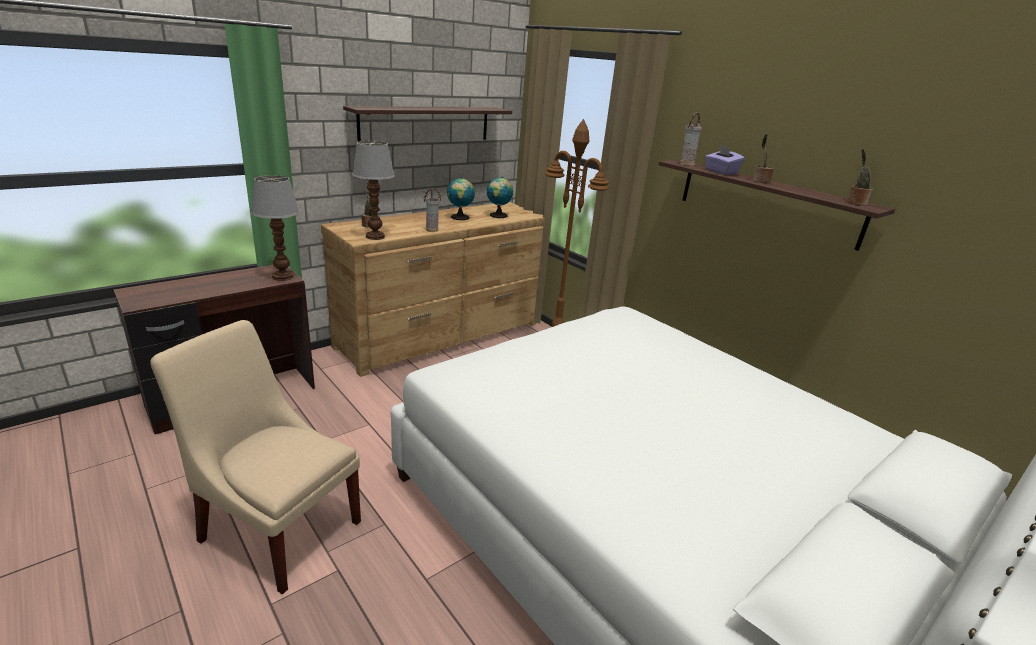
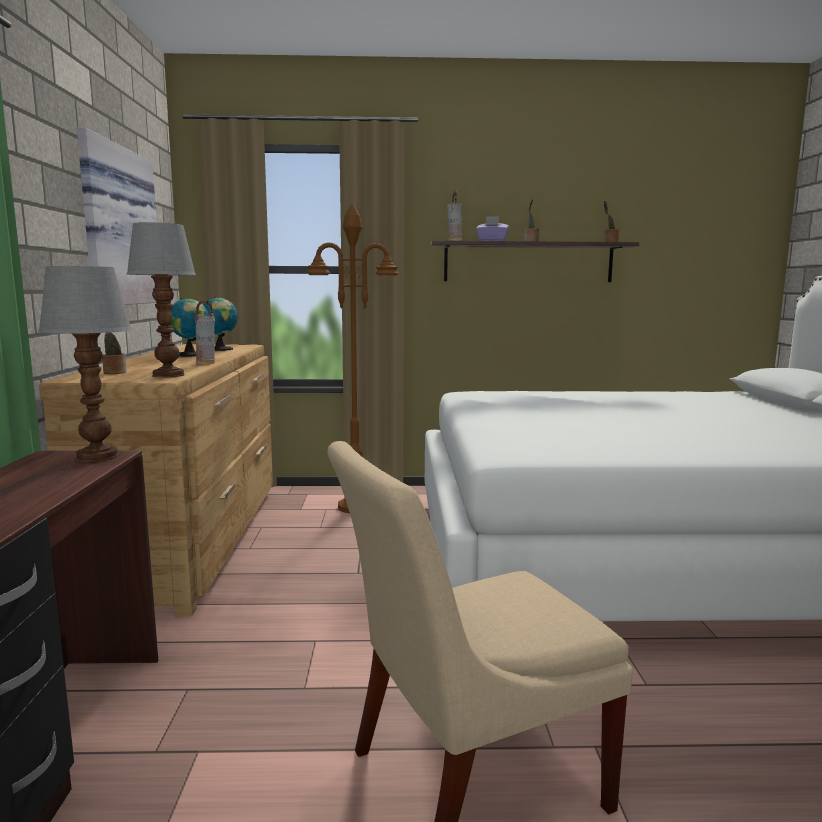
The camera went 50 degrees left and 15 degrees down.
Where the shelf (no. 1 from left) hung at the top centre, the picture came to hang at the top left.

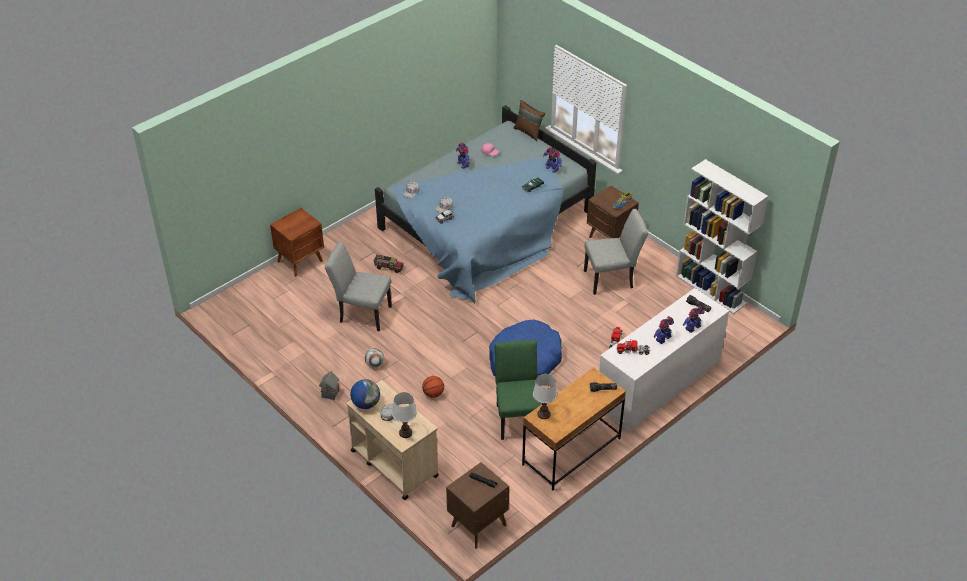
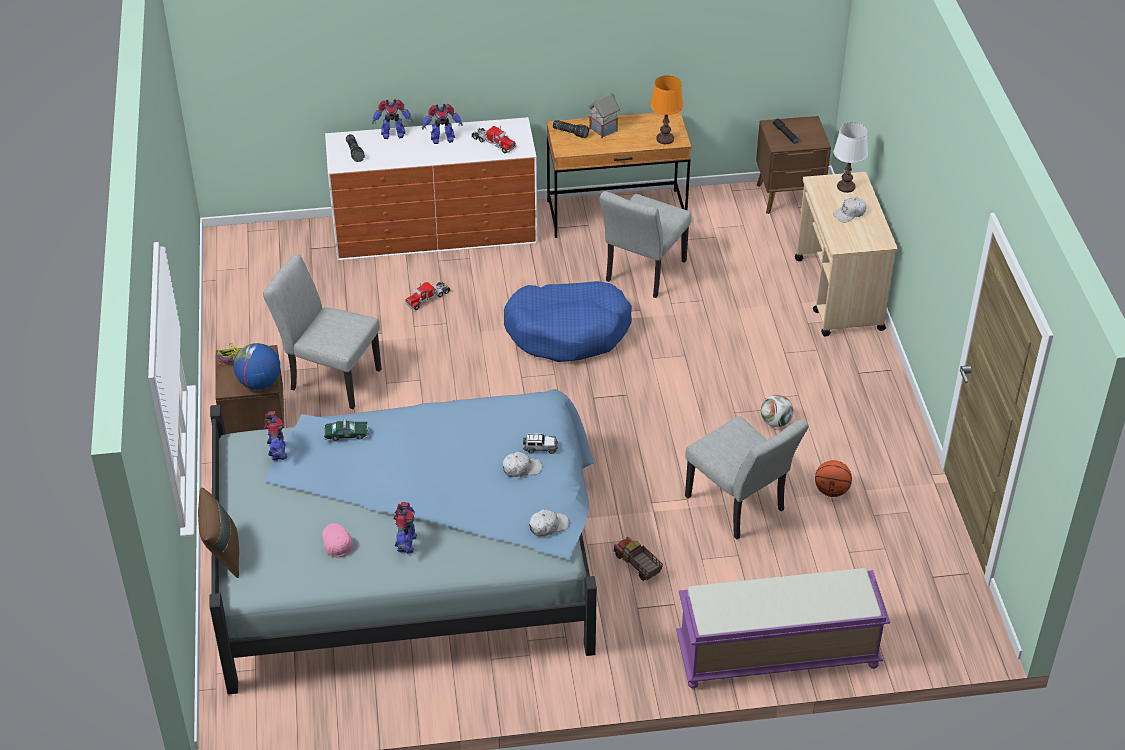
The camera went 145 degrees left and 0 degrees up.
The second view lost the white bookcase at the middle right.
The toy house ended up elsewhere, having gone from the centre to the top centre.
The globe ended up elsewhere, having gone from the bottom centre to the middle left.
The basketball ended up elsewhere, having gone from the centre to the middle right.
Where the brown nightstand (no. 1 from left) stood at the middle left, the purple bench came to stand at the bottom right.
What was the green chair at the bottom centre turned into the grey chair (no. 2 from left) at the top centre.
What was the white table lamp (no. 2 from left) at the bottom centre turned into the orange table lamp at the top centre.

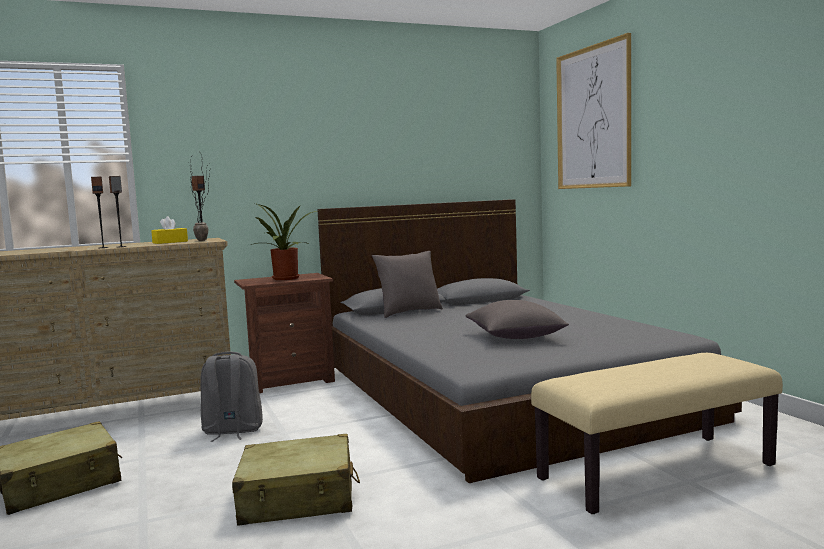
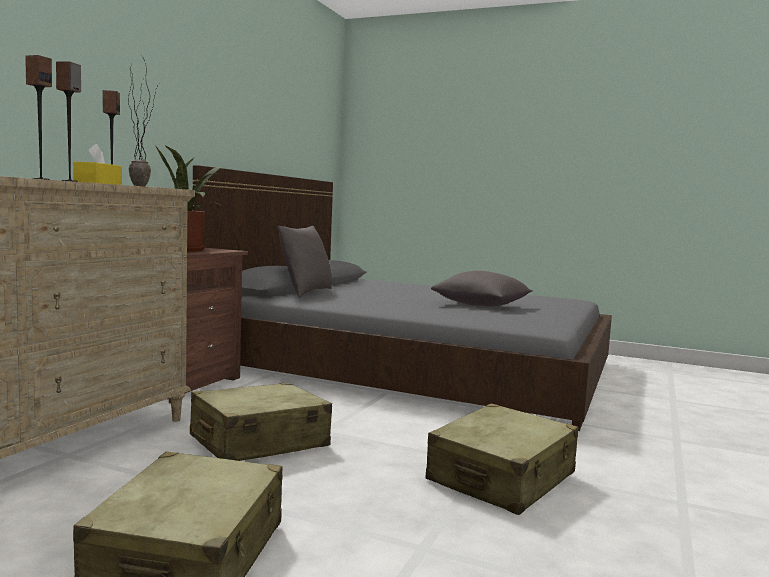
The camera went 45 degrees left and 0 degrees up.
The second view lost the beige bench at the bottom right.
The second view lost the picture at the top right.
Where the grey backpack stood at the bottom left, the beige suitcase (no. 2 from left) came to stand at the bottom centre.

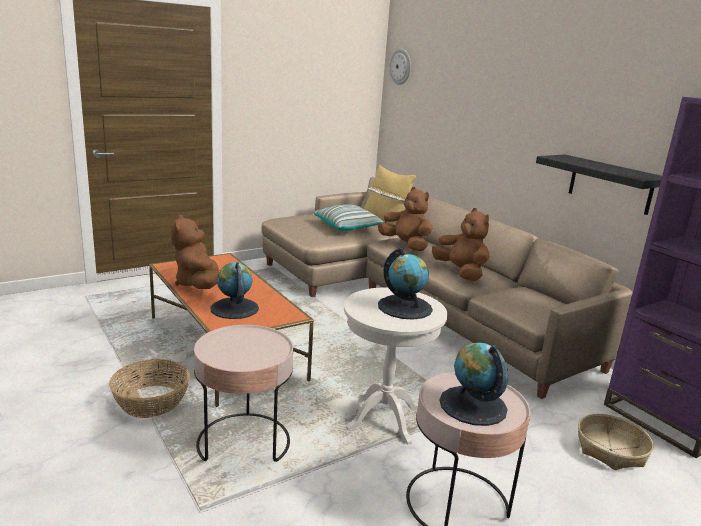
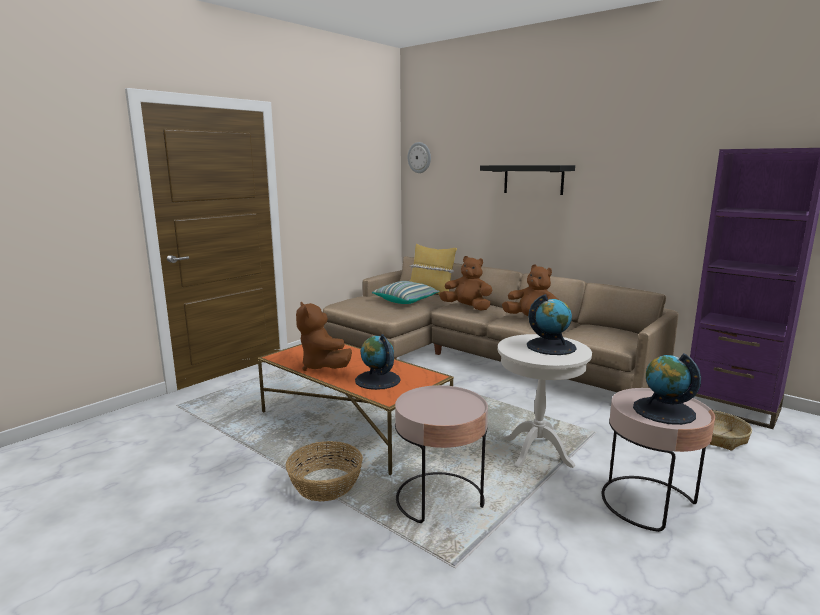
The camera went 15 degrees left and 5 degrees down.
The black shelf ended up elsewhere, having gone from the middle right to the top centre.

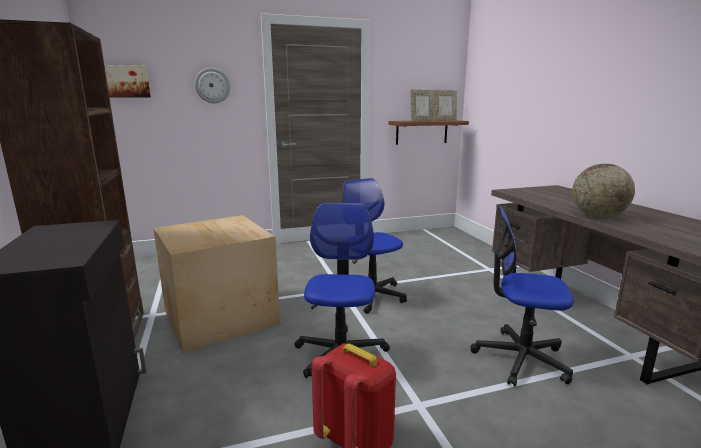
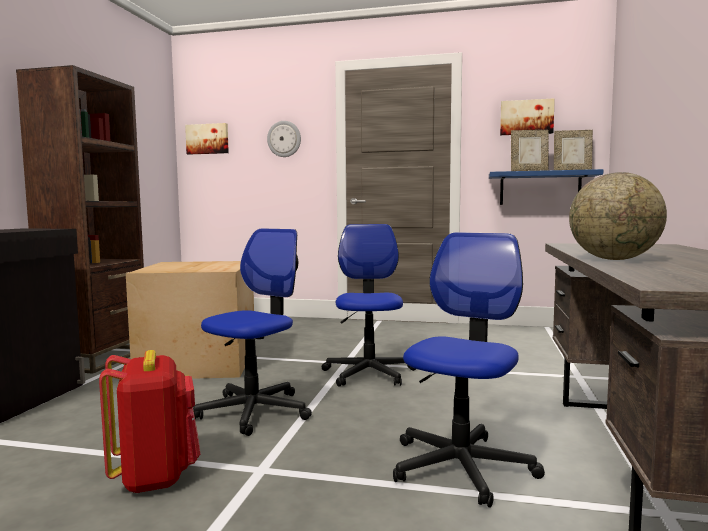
The camera went 30 degrees right and 10 degrees down.
The second view gained the picture (no. 2 from left) at the top right.
What was the brown shelf at the top centre turned into the blue shelf at the middle right.
The office chair (no. 3 from left) at the middle right ended up facing another way, 75 degrees clockwise from before.

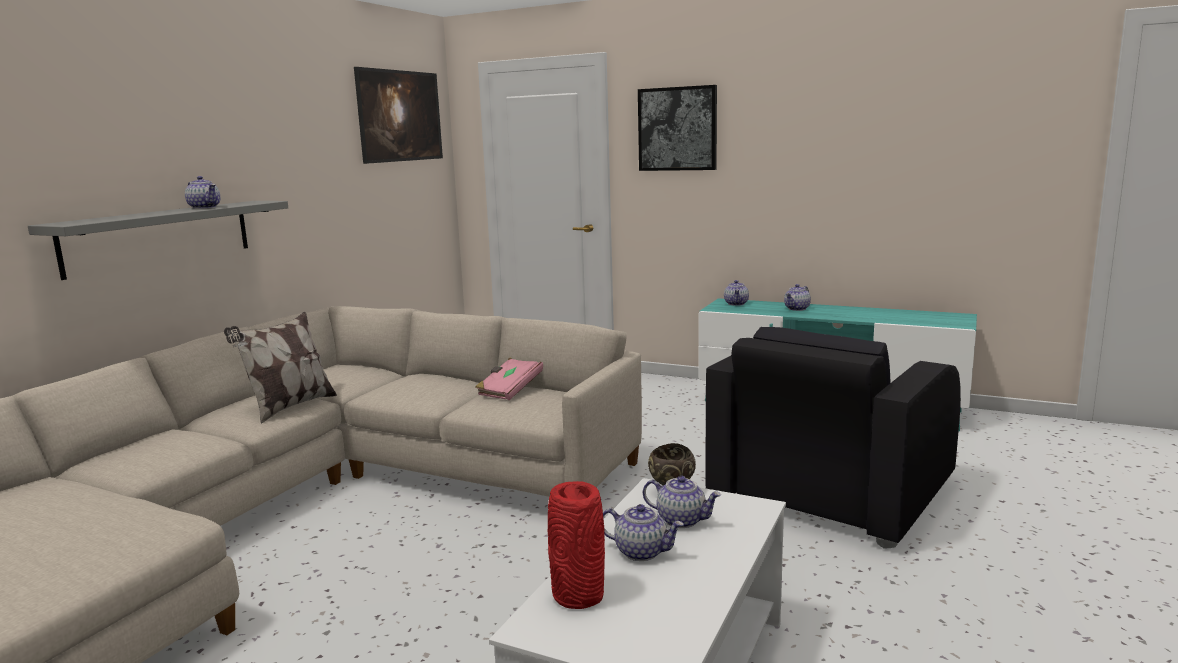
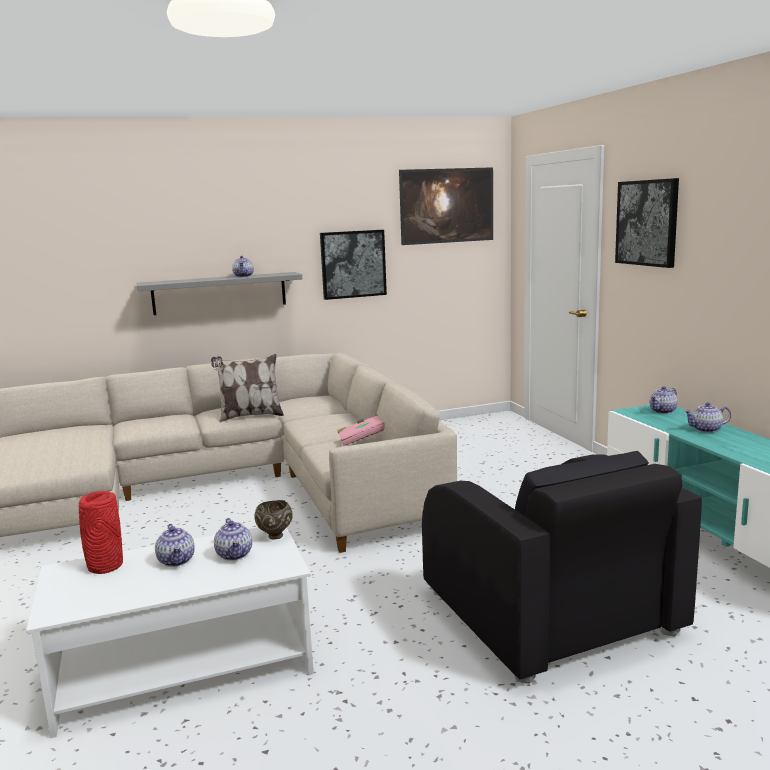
The camera went 45 degrees right and 0 degrees up.
The second view gained the picture (no. 1 from left) at the centre.
The black armchair at the middle right ended up facing another way, 105 degrees counterclockwise from before.

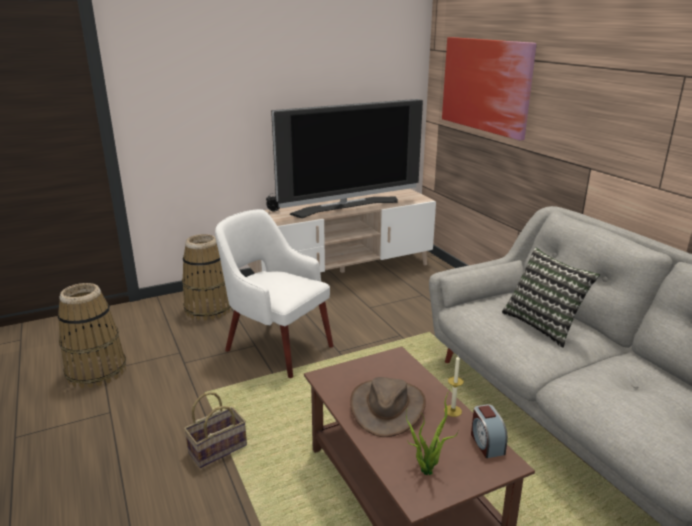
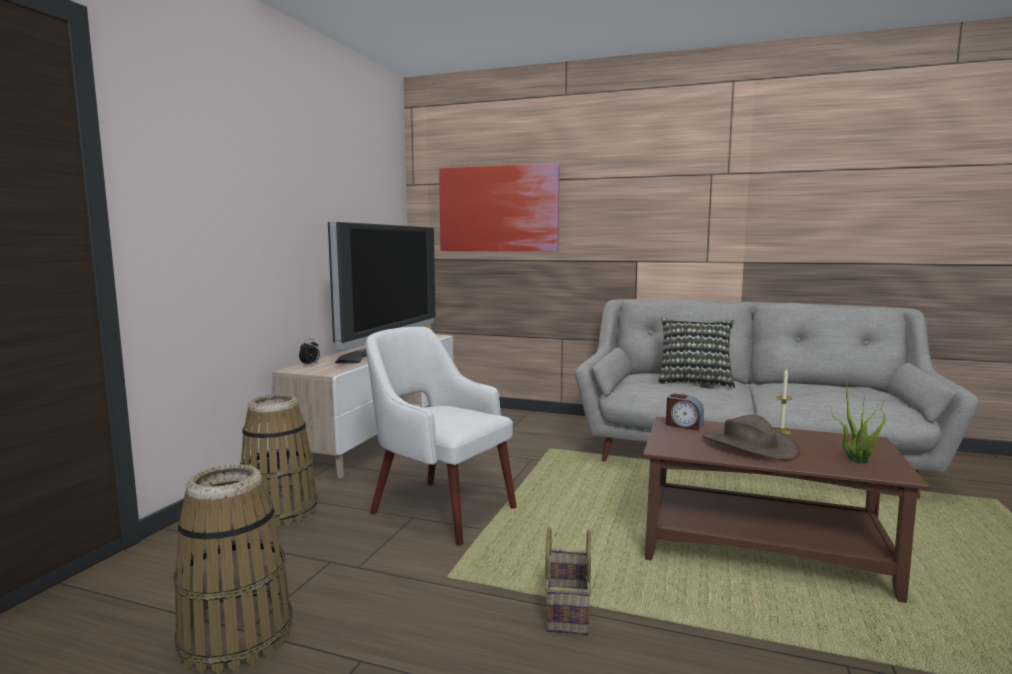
The camera went 45 degrees left and 15 degrees down.
The alarm clock (no. 2 from left) ended up elsewhere, having gone from the bottom right to the middle right.
The white armchair at the centre ended up facing another way, 45 degrees clockwise from before.

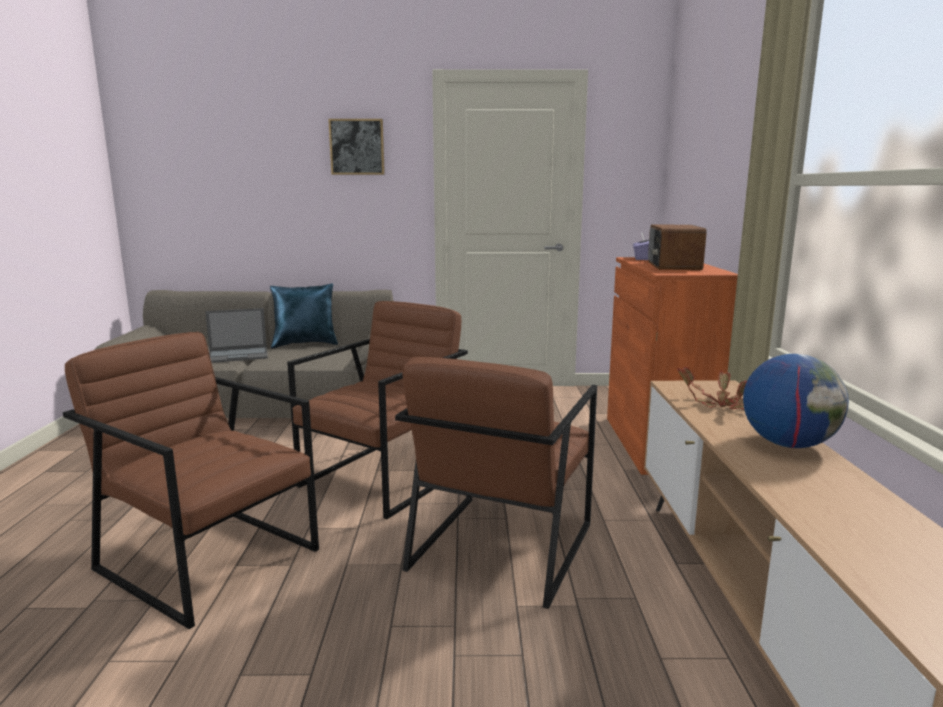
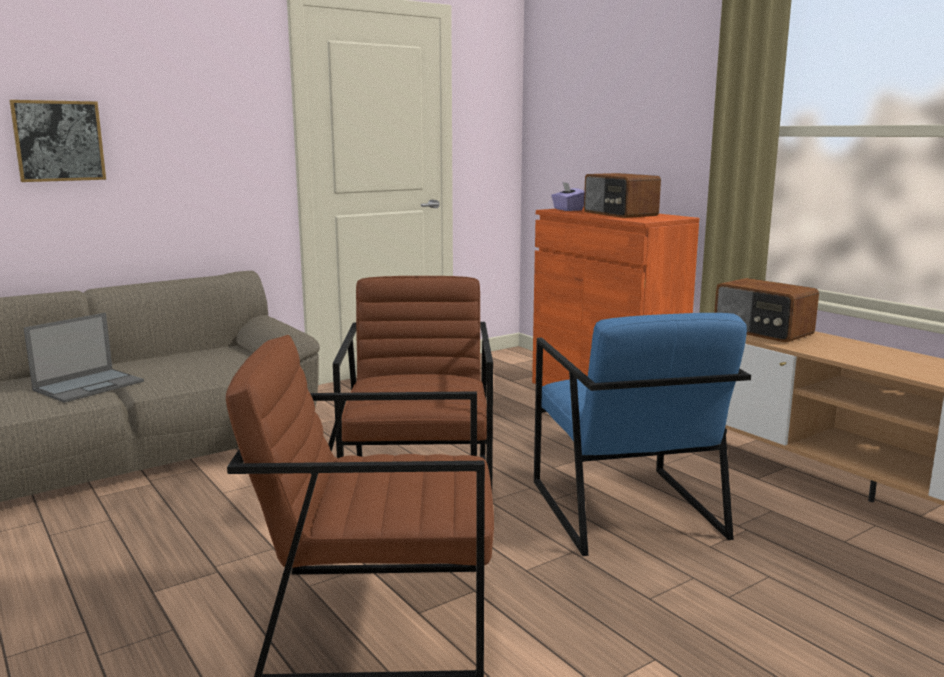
The camera went 35 degrees left and 0 degrees up.
The second view lost the blue pillow at the middle left.
The second view lost the globe at the middle right.
The picture ended up elsewhere, having gone from the top centre to the top left.
Where the potted plant stood at the middle right, the radio (no. 2 from left) came to stand at the middle right.
What was the brown armchair (no. 3 from left) at the bottom centre turned into the blue armchair at the middle right.

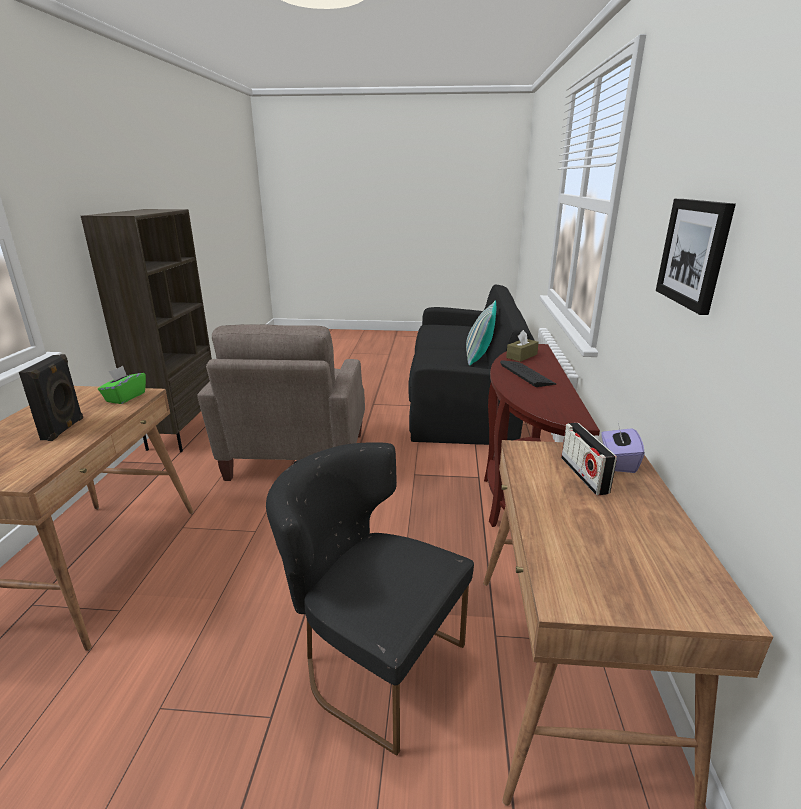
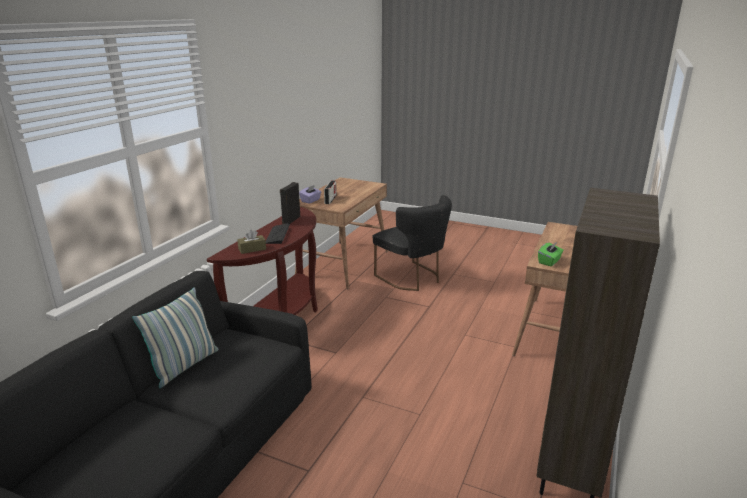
The camera went 160 degrees left and 0 degrees up.
The second view lost the beige armchair at the centre.
The second view lost the picture at the top right.
The black speaker ended up elsewhere, having gone from the middle left to the centre.

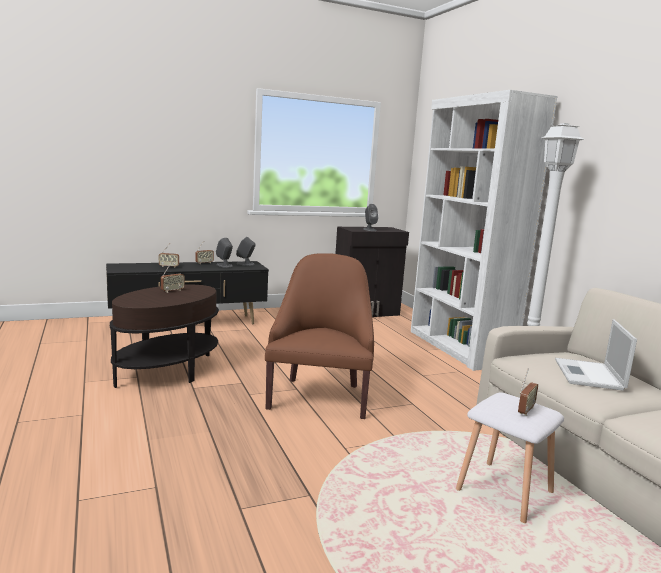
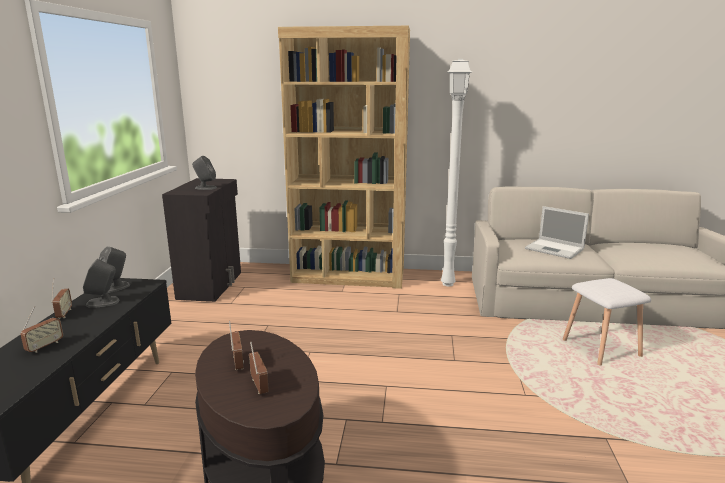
The camera went 60 degrees left and 5 degrees up.
The second view lost the brown armchair at the centre.
The radio (no. 4 from left) ended up elsewhere, having gone from the bottom right to the bottom centre.
What was the white bookcase at the middle right turned into the brown bookcase at the top centre.

